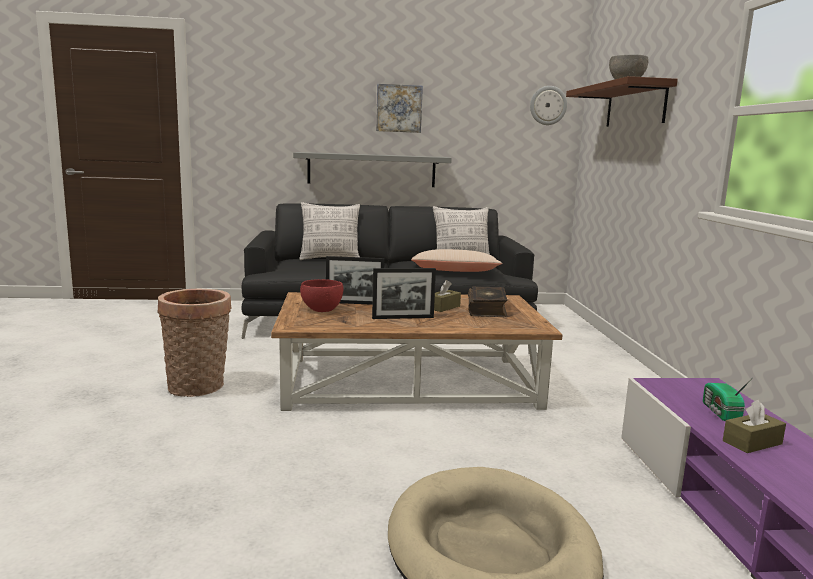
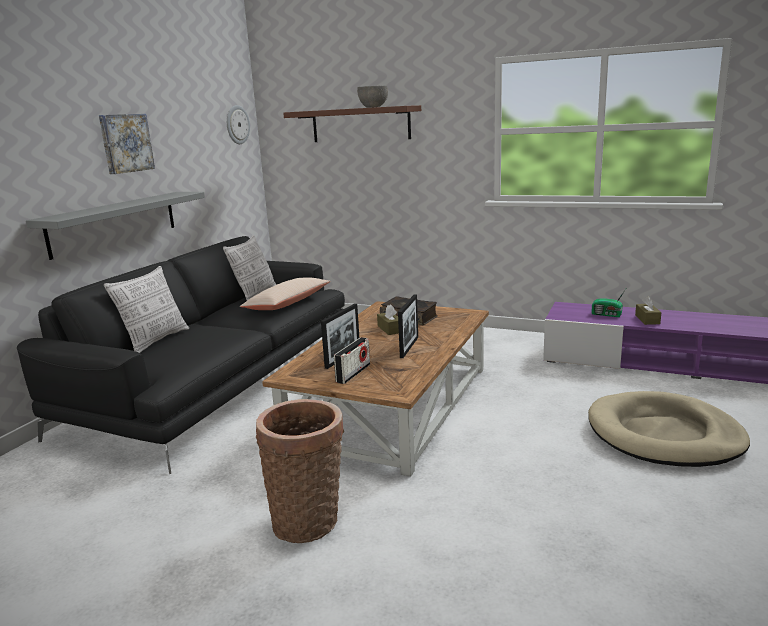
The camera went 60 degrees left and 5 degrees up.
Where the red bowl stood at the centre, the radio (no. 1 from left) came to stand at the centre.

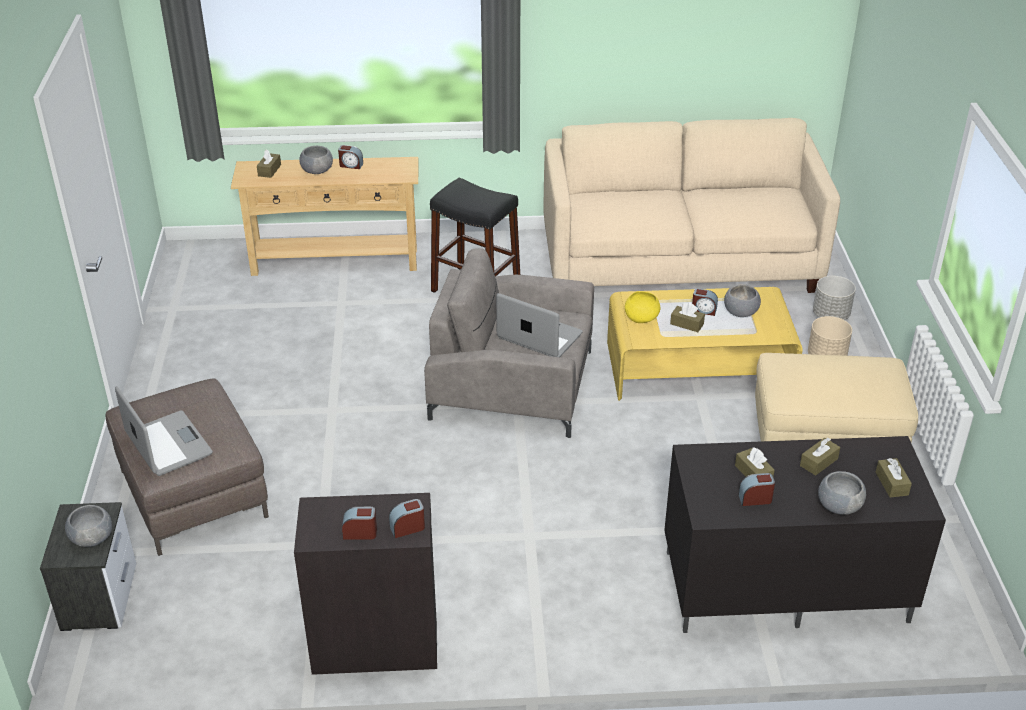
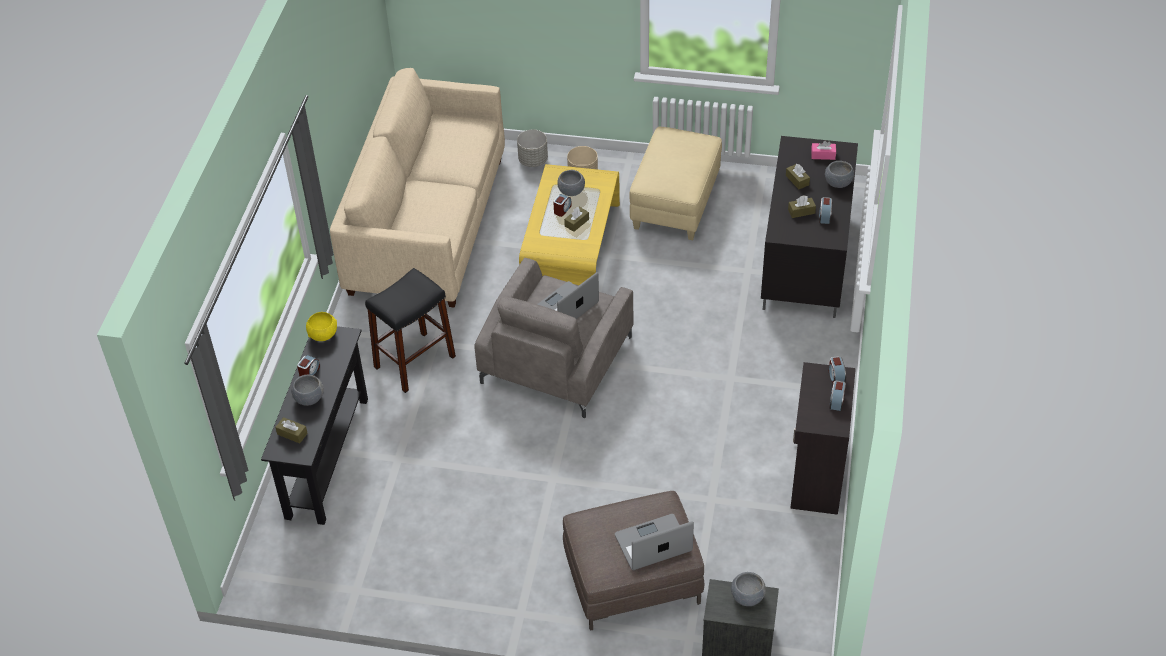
The camera went 75 degrees left and 10 degrees up.
The yellow bowl ended up elsewhere, having gone from the centre to the middle left.
What was the beige console table at the top left turned into the black console table at the middle left.
What was the brown tissue box (no. 5 from left) at the bottom right turned into the pink tissue box at the top right.

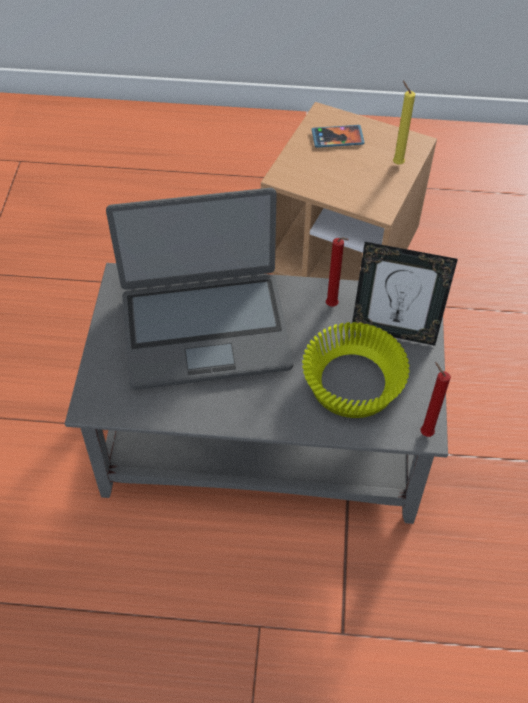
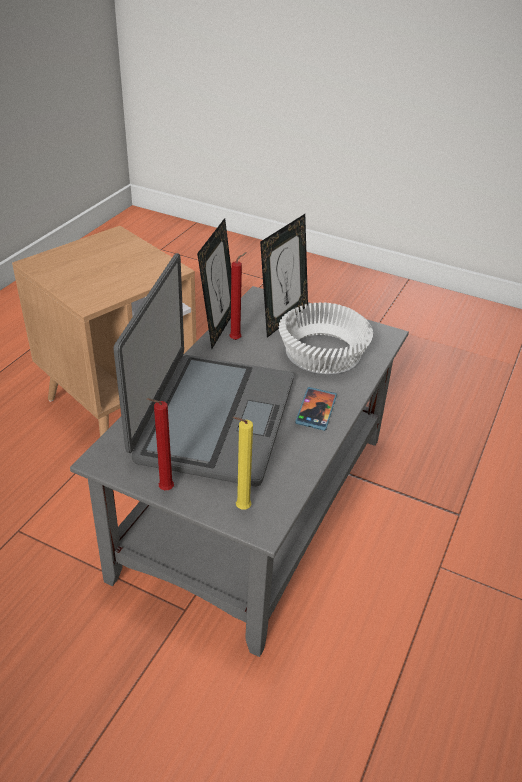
The camera went 70 degrees left and 15 degrees down.
The second view gained the picture frame (no. 1 from left) at the centre.
The phone ended up elsewhere, having gone from the top centre to the centre.
The yellow candle ended up elsewhere, having gone from the top right to the centre.
The red candle (no. 2 from left in the first image) ended up elsewhere, having gone from the middle right to the middle left.
What was the yellow bowl at the middle right turned into the white bowl at the centre.

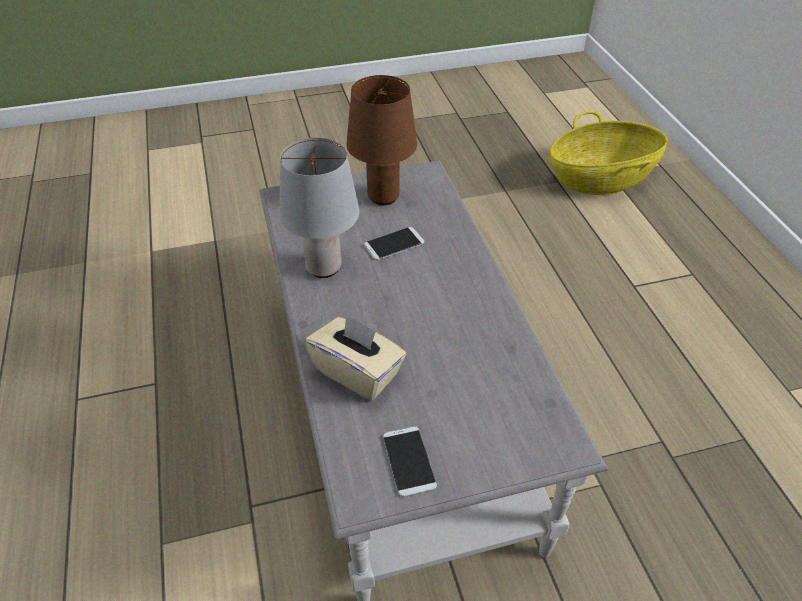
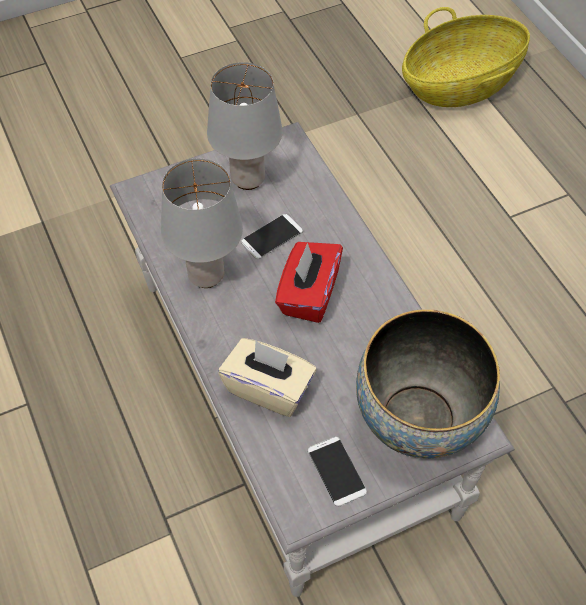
The camera went 10 degrees left and 10 degrees up.
The second view gained the red tissue box at the centre.
The second view gained the bowl at the middle right.
What was the brown table lamp at the top centre turned into the grey table lamp (no. 2 from left) at the top centre.

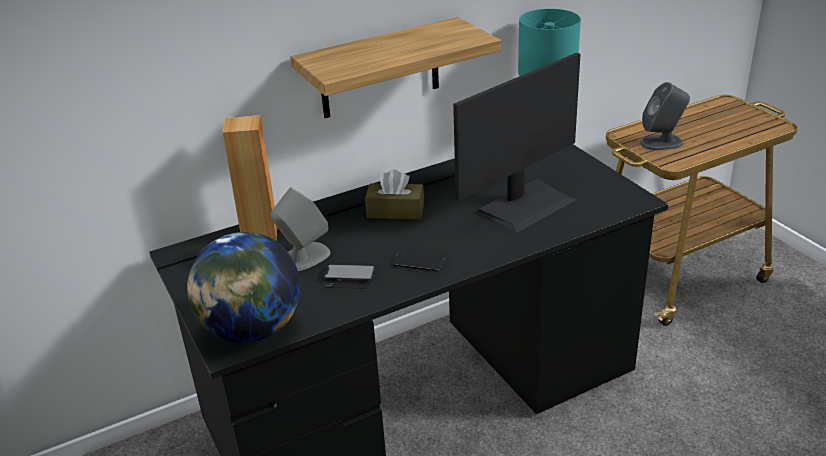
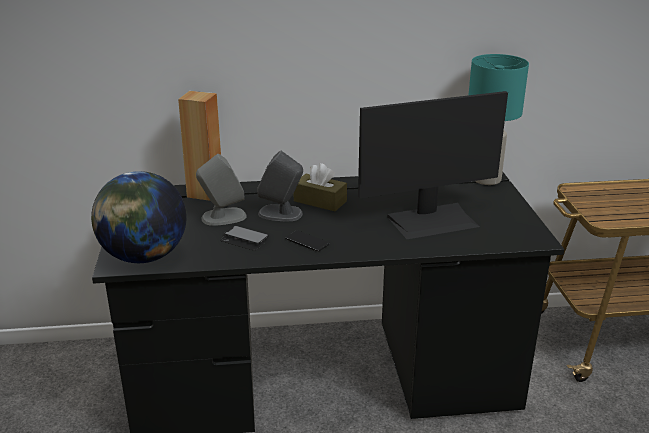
The camera went 20 degrees right and 5 degrees down.
The second view lost the shelf at the top centre.
The grey speaker (no. 2 from left) ended up elsewhere, having gone from the top right to the centre.

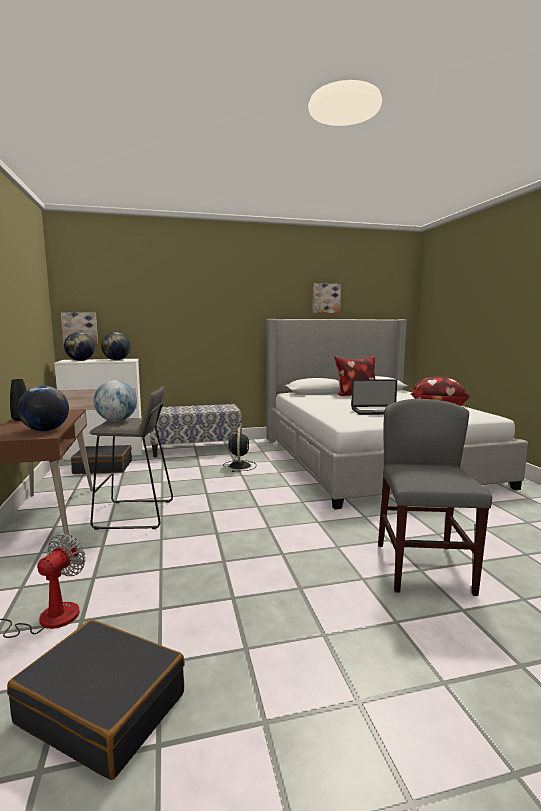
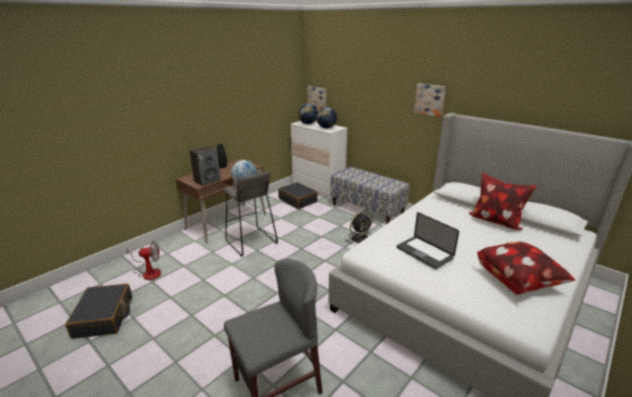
The camera went 55 degrees right and 15 degrees up.
The picture (no. 2 from left) ended up elsewhere, having gone from the centre to the top right.
Where the globe (no. 1 from left) stood at the middle left, the speaker came to stand at the middle left.

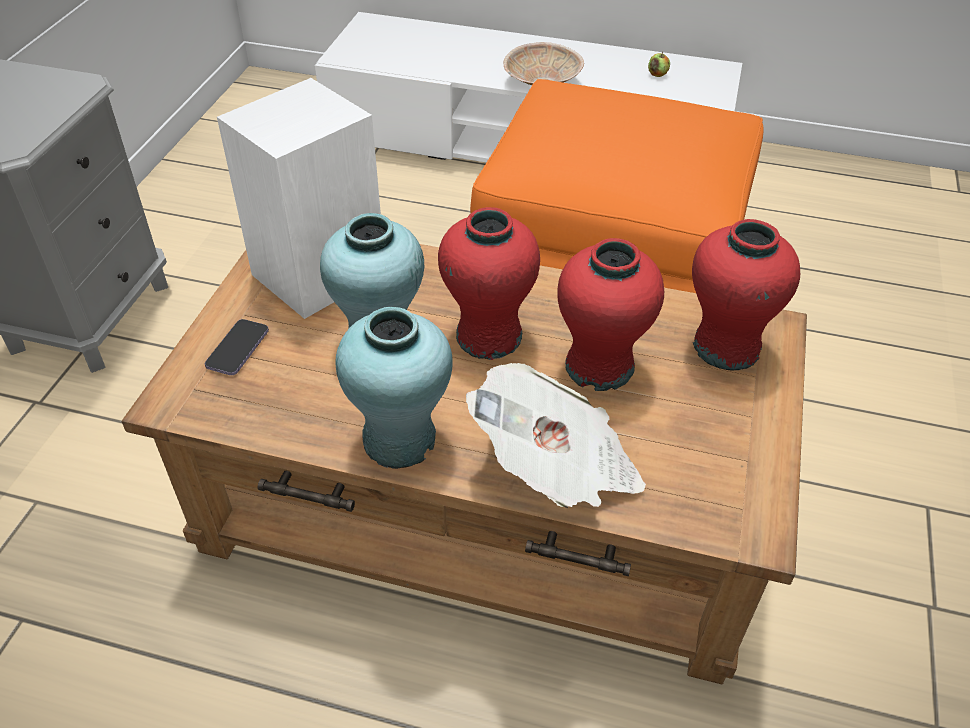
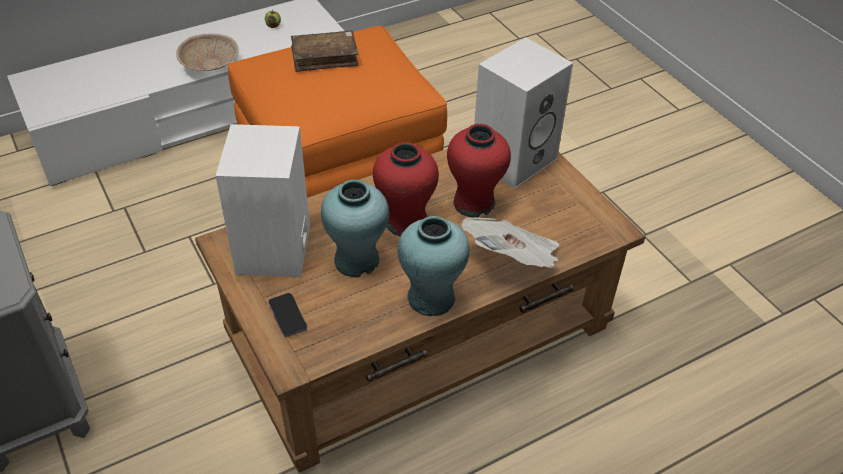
The camera went 45 degrees left and 0 degrees up.
The second view gained the brown book at the top centre.
Where the red vase (no. 3 from left) stood at the middle right, the white speaker (no. 2 from left) came to stand at the top centre.

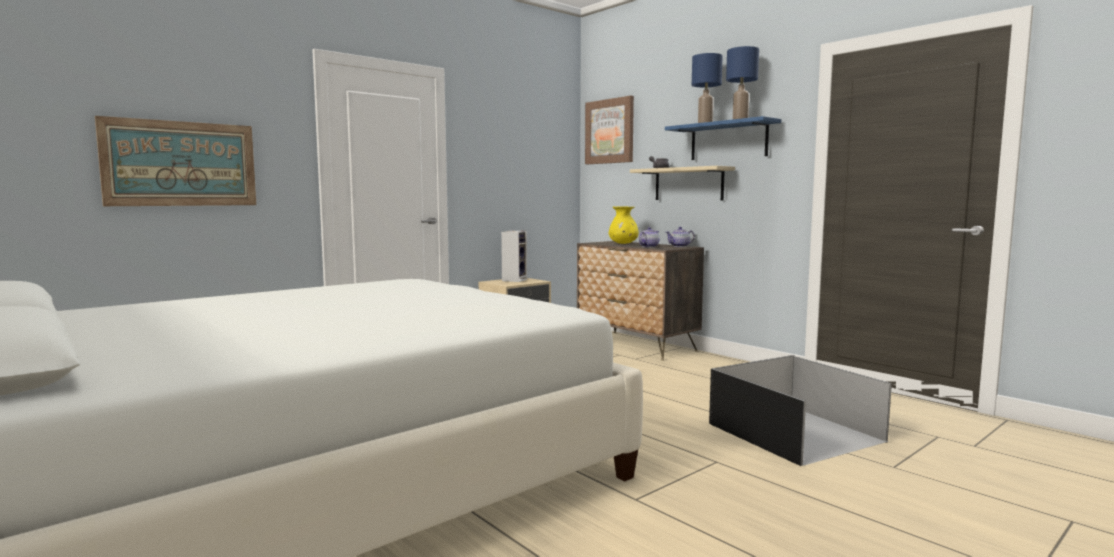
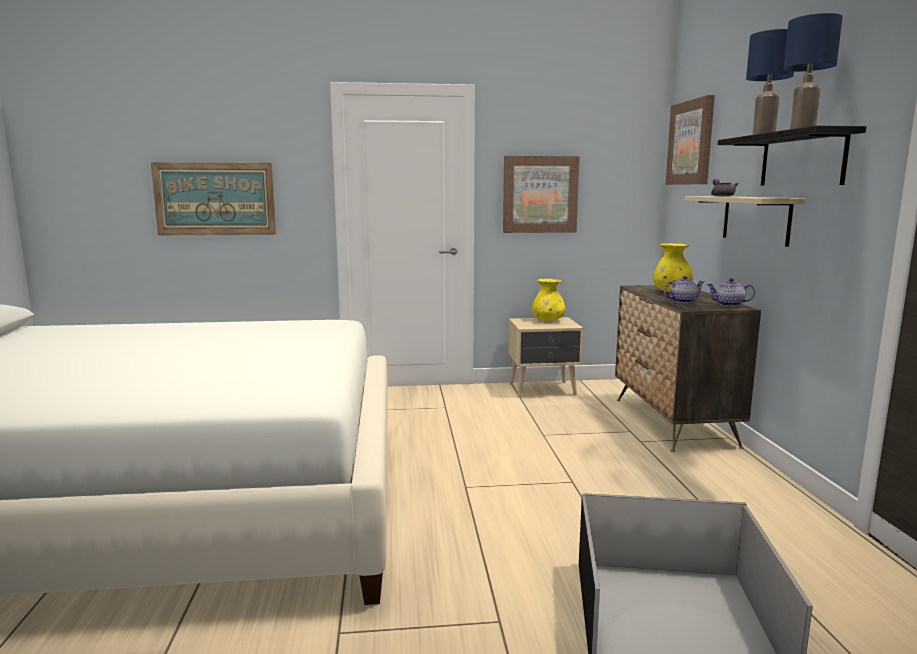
The camera went 35 degrees right and 5 degrees up.
The second view gained the picture (no. 2 from left) at the top centre.
Where the speaker stood at the centre, the yellow vase (no. 1 from left) came to stand at the centre.
What was the blue shelf at the top centre turned into the black shelf at the top right.

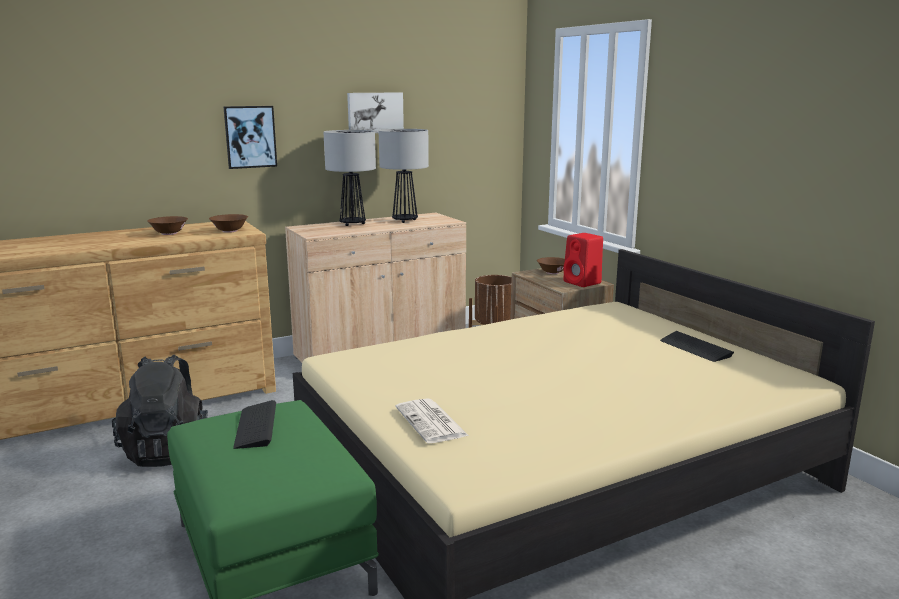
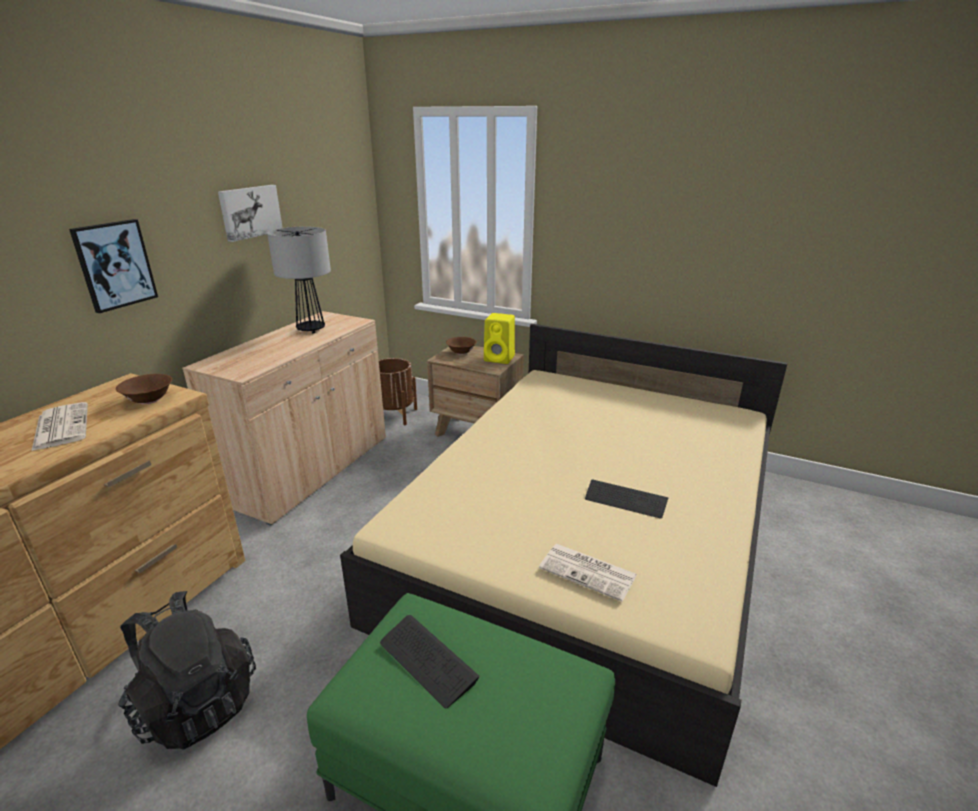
The camera went 35 degrees left and 10 degrees up.
The second view lost the table lamp (no. 1 from left) at the top centre.
The keyboard (no. 2 from left) ended up elsewhere, having gone from the middle right to the centre.
Where the brown bowl (no. 1 from left) stood at the middle left, the newspaper (no. 1 from left) came to stand at the middle left.
What was the red speaker at the centre turned into the yellow speaker at the centre.

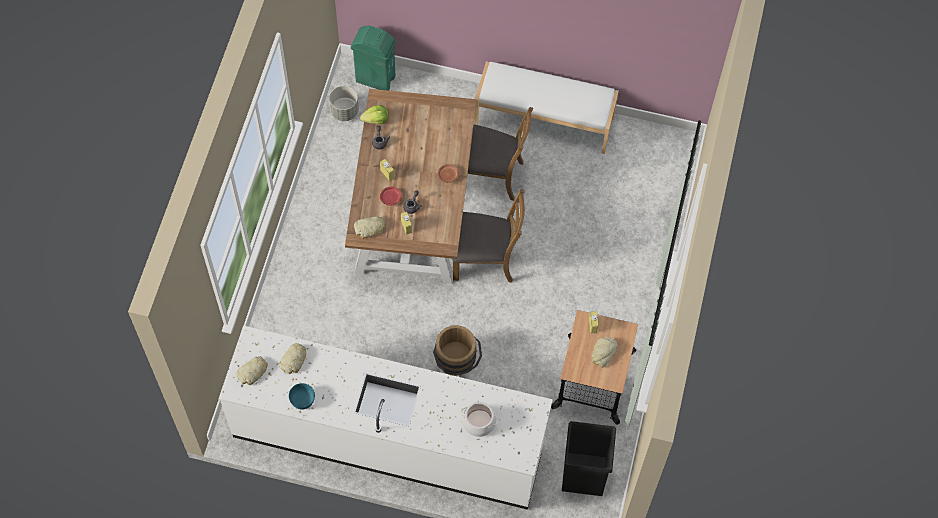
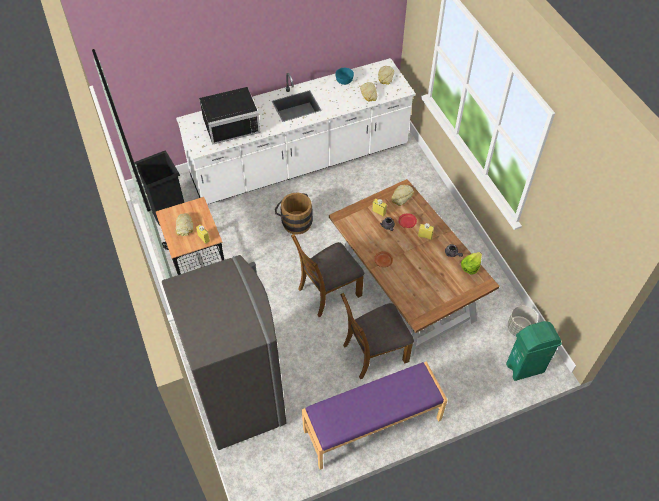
The camera went 145 degrees right and 10 degrees down.
The second view gained the grey fridge at the bottom centre.
Where the cooking pot stood at the bottom centre, the black microwave came to stand at the top centre.
What was the white bench at the top centre turned into the purple bench at the bottom centre.

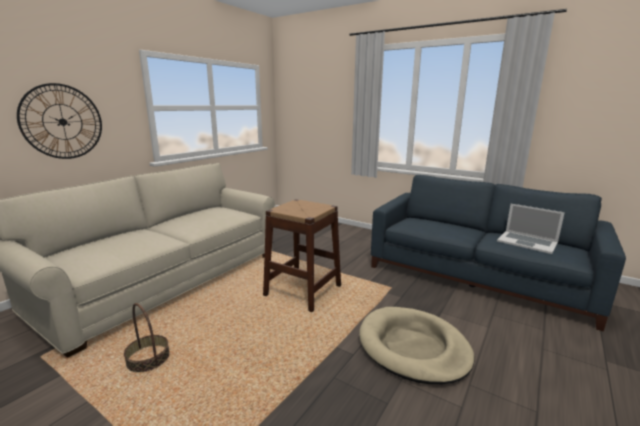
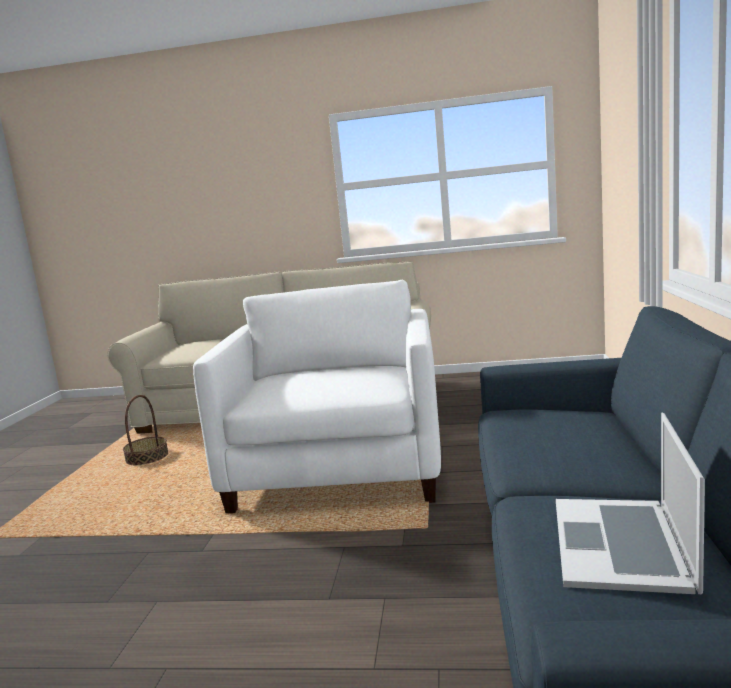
The camera went 65 degrees right and 5 degrees down.
The second view lost the wall clock at the top left.
The second view lost the beige dog bed at the bottom centre.
Where the brown stool stood at the centre, the white armchair came to stand at the centre.

